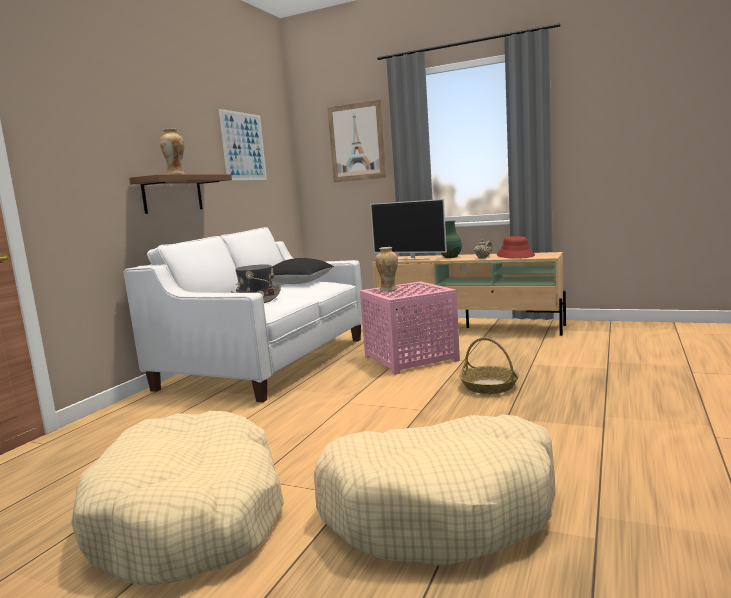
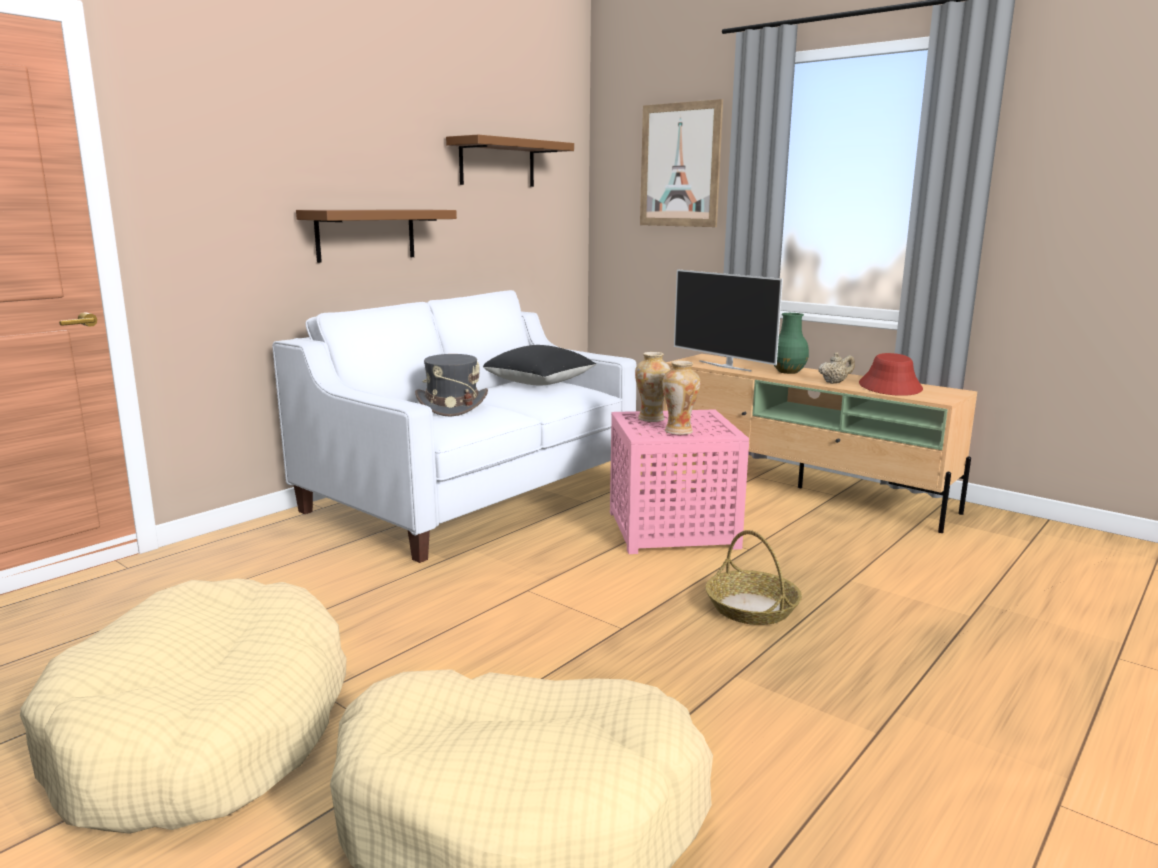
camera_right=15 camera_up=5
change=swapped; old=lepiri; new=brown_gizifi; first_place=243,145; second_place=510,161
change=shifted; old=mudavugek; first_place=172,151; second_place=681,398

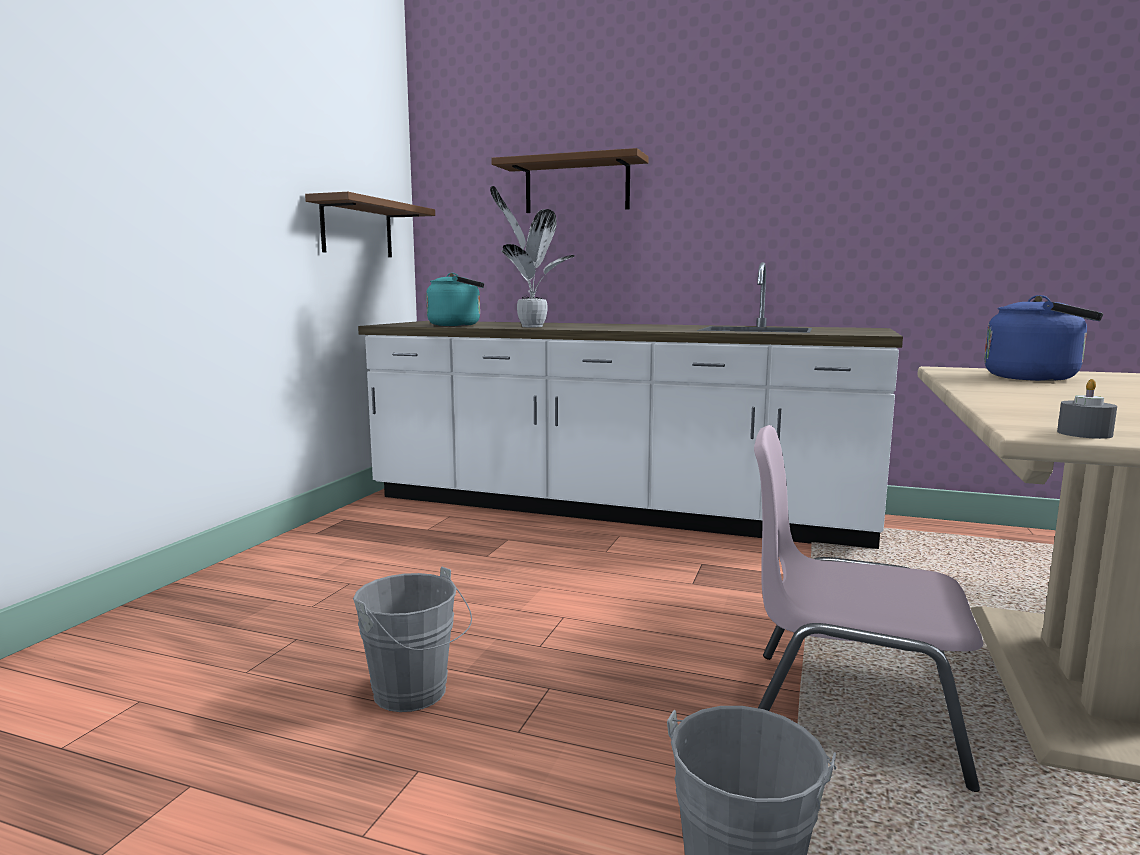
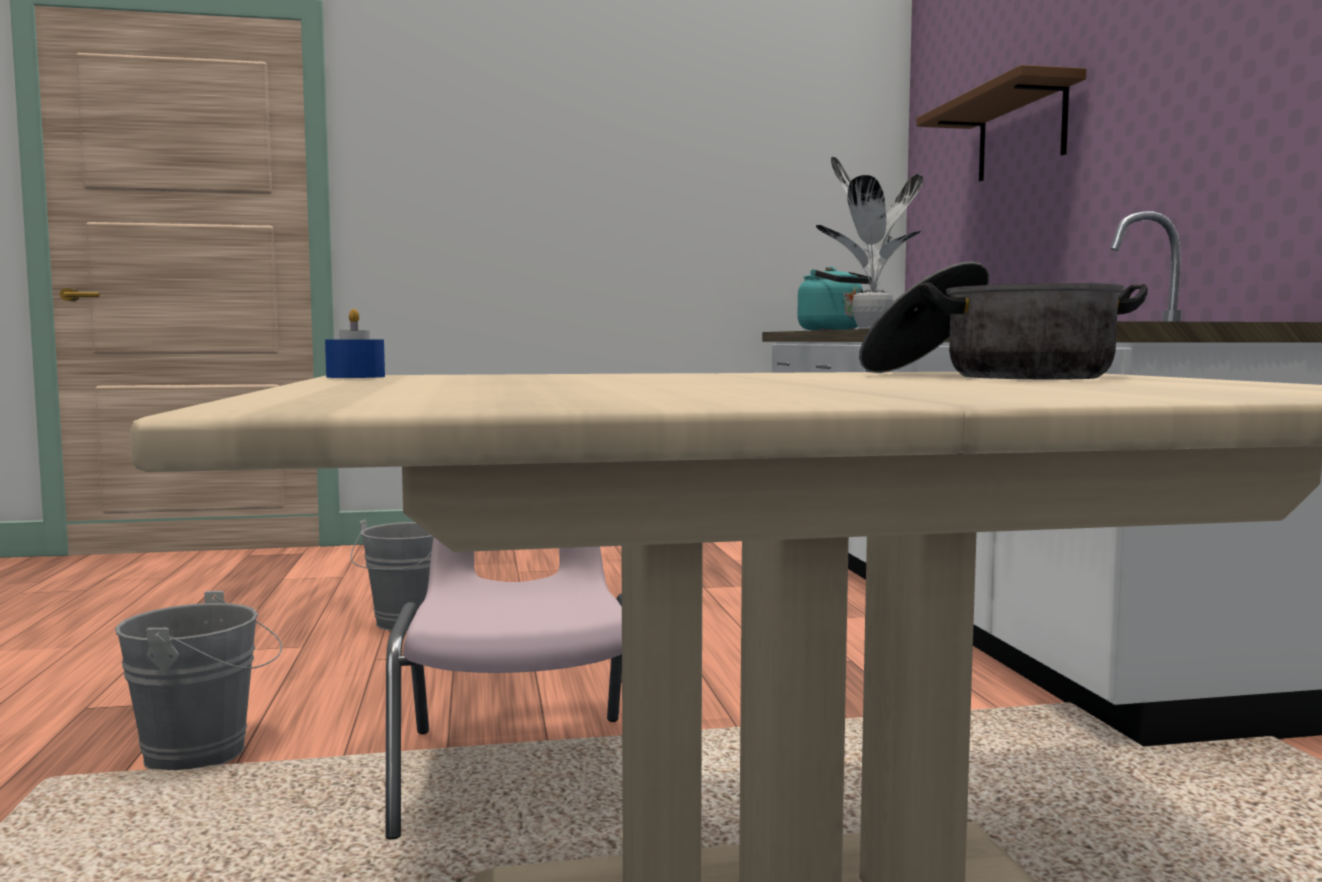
camera_right=60 camera_up=-5
change=repainted; old=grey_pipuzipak; new=blue_pipuzipak; first_place=1087,409; second_place=355,343
change=swapped; old=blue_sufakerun; new=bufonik; first_place=1043,338; second_place=1003,320
change=gone; old=brown_gizifi; first_place=370,224

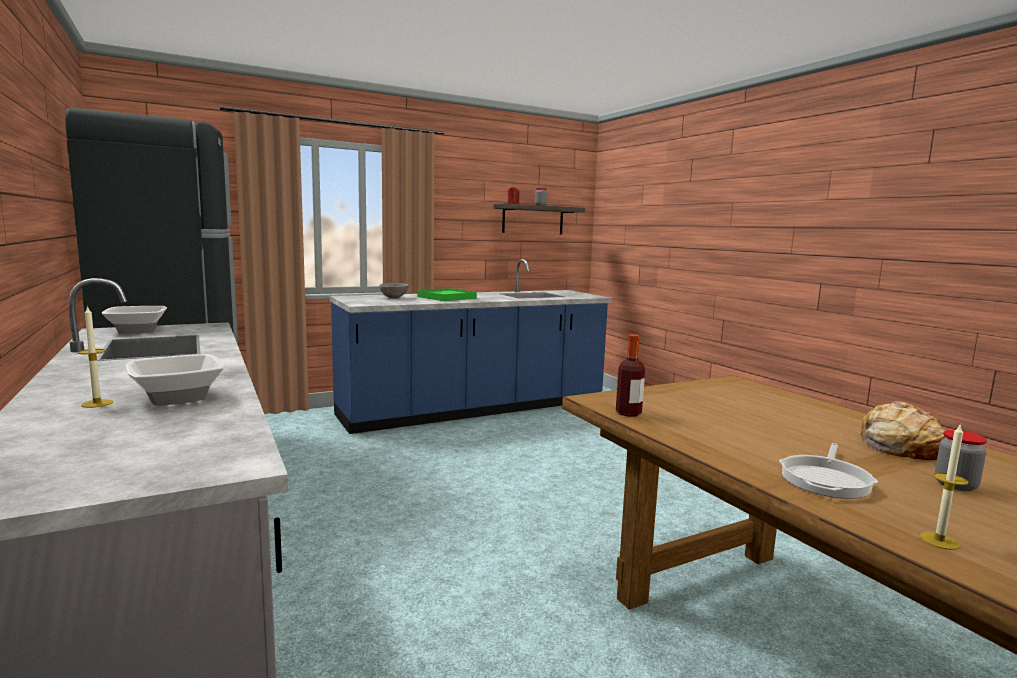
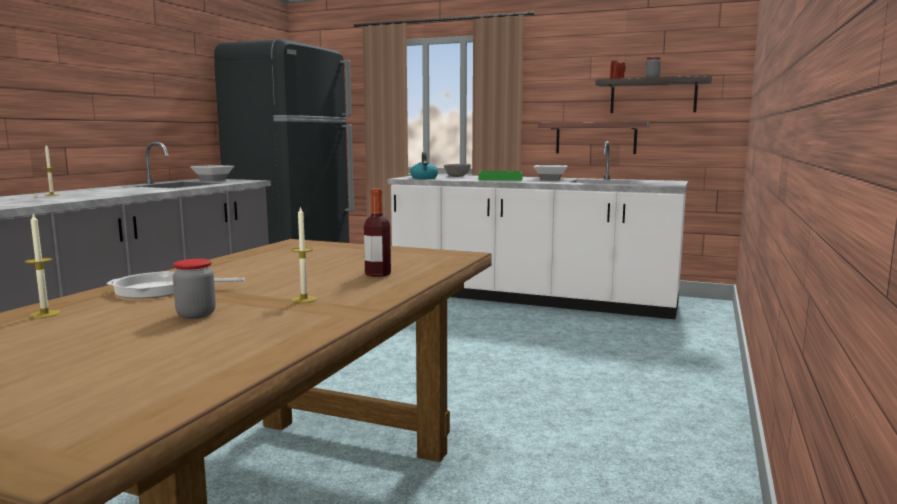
camera_right=50 camera_up=0
change=swapped; old=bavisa; new=pipuzipak; first_place=902,430; second_place=304,254
change=shifted; old=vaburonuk; first_place=630,375; second_place=377,232
change=repainted; old=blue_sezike; new=white_sezike; first_place=471,346; second_place=538,230
change=new; new=sufakerun; second_place=424,165
change=shifted; old=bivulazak; first_place=174,380; second_place=550,172
change=new; new=gizifi; second_place=594,138

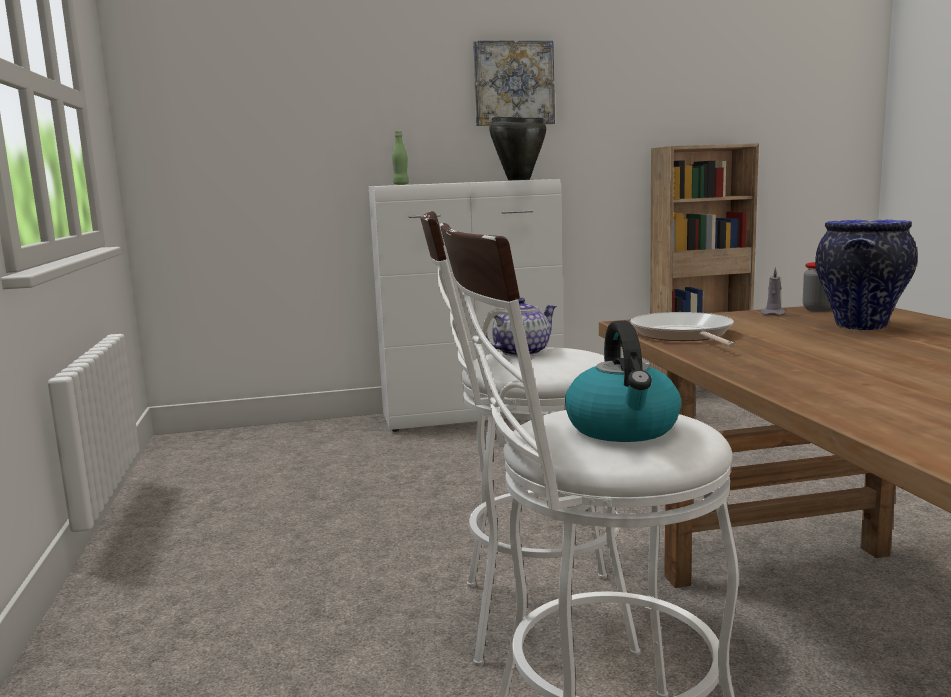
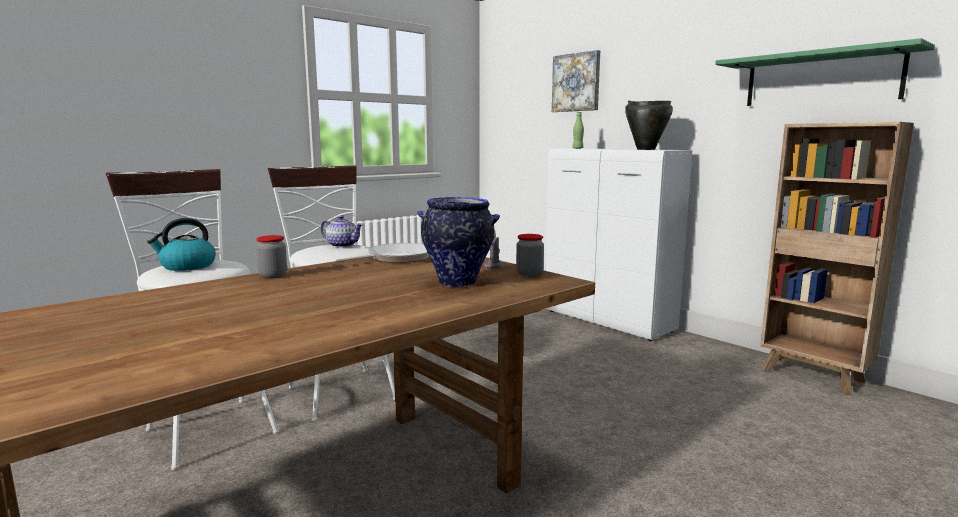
camera_right=60 camera_up=0
change=new; new=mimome; second_place=271,257
change=shifted; old=lepiri; first_place=514,83; second_place=576,81
change=new; new=green_gizifi; second_place=825,72

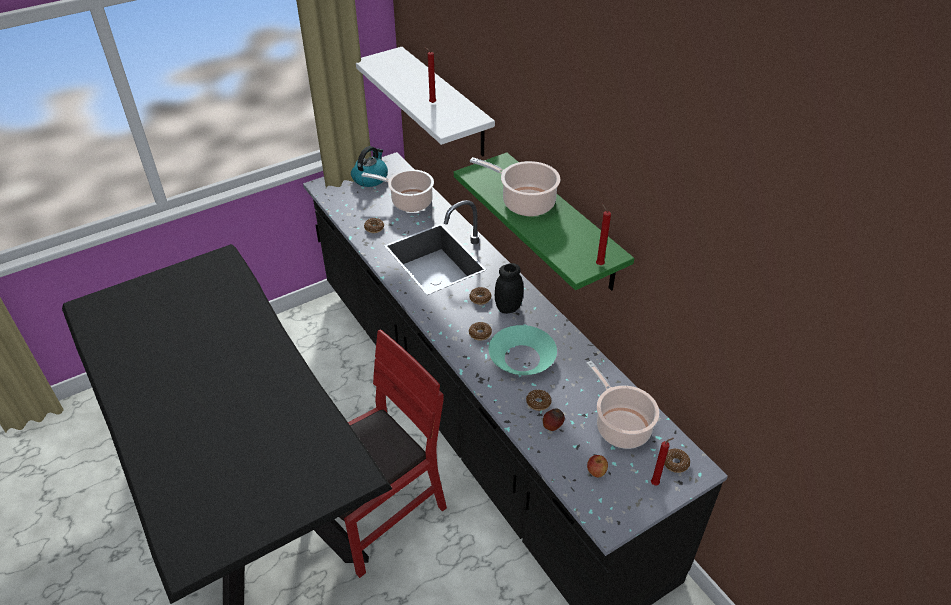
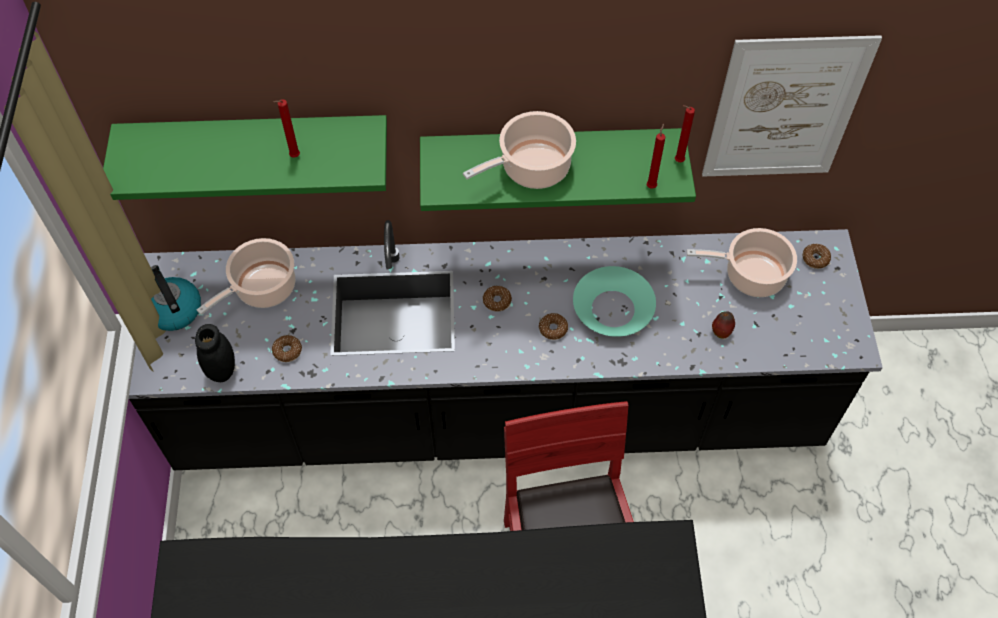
camera_right=-60 camera_up=15
change=repainted; old=white_gizifi; new=green_gizifi; first_place=425,101; second_place=245,157
change=shifted; old=black_mimome; first_place=509,288; second_place=215,353
change=shifted; old=red_pipuzipak; first_place=662,461; second_place=656,156
change=new; new=lepiri; second_place=792,106
change=gone; old=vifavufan; first_place=539,400
change=gone; old=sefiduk; first_place=597,466

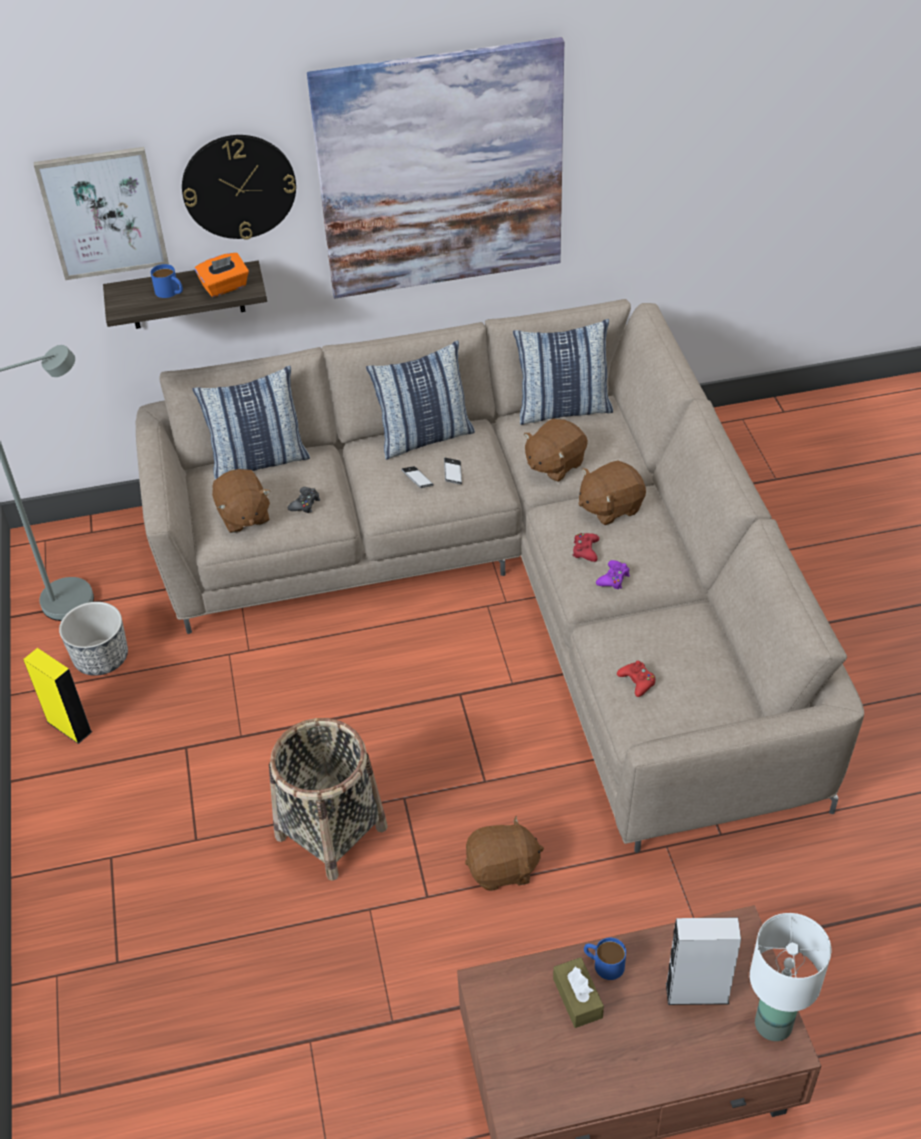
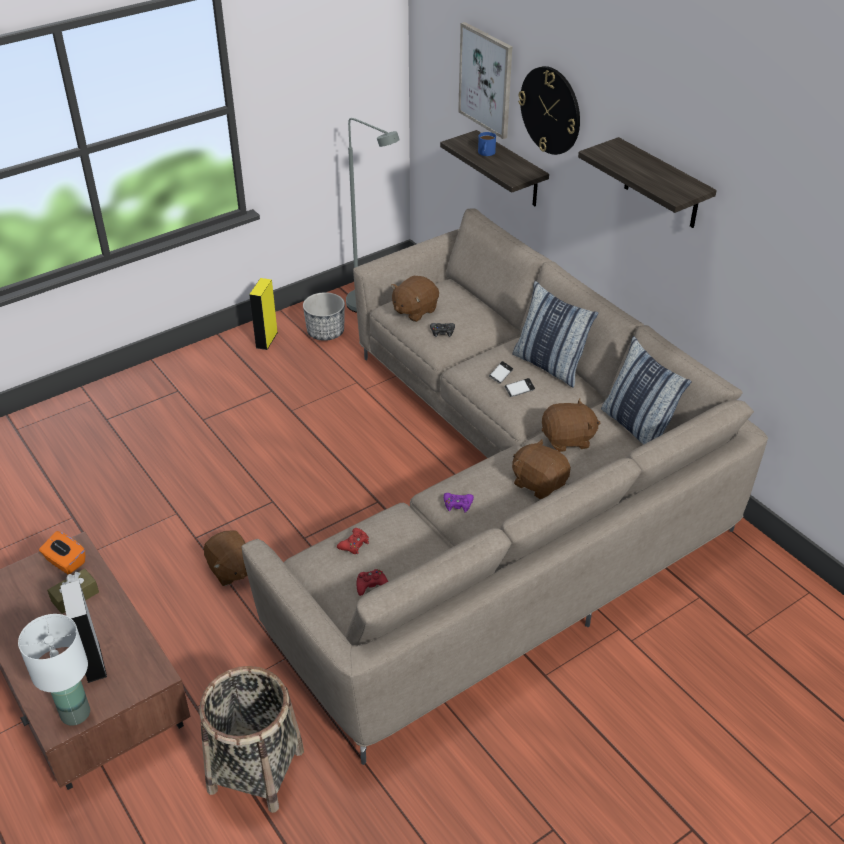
camera_right=65 camera_up=-5
change=shifted; old=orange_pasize; first_place=222,275; second_place=62,552
change=shifted; old=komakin; first_place=328,799; second_place=251,739
change=shifted; old=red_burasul; first_place=585,547; second_place=372,582
change=rotated; old=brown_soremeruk; first_place=556,450; second_place=571,425; degrees=150
change=swapped; old=lepiri; new=gizifi; first_place=435,167; second_place=647,182
change=gone; old=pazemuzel; first_place=251,423
change=gone; old=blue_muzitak; first_place=605,959

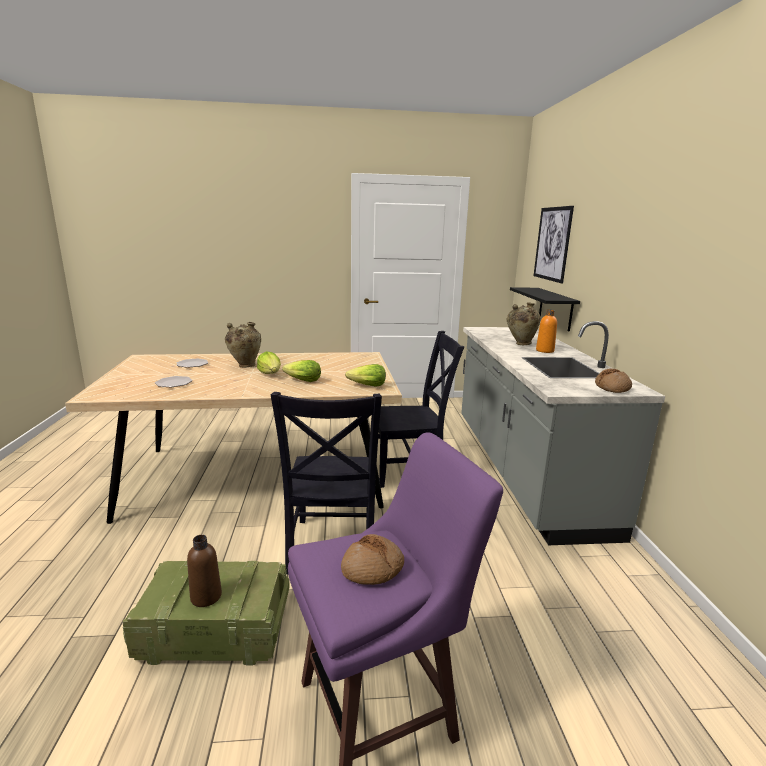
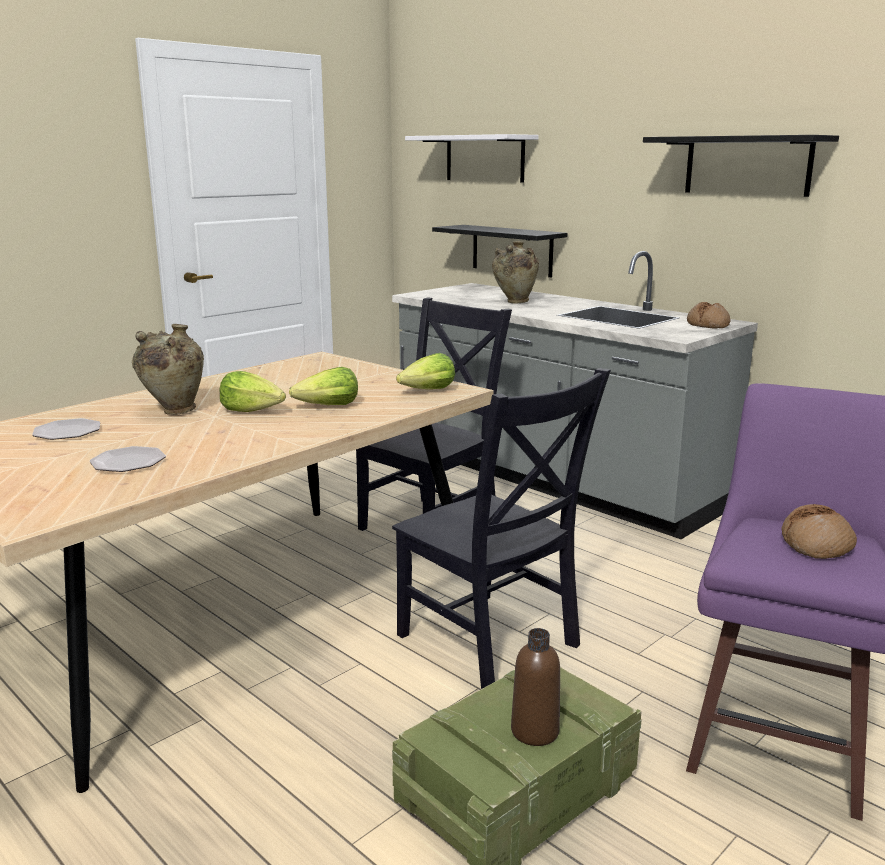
camera_right=-40 camera_up=0
change=swapped; old=lepiri; new=white_gizifi; first_place=554,245; second_place=472,158
change=new; new=black_gizifi; second_place=741,166
change=gone; old=orange_vaburonuk; first_place=546,331

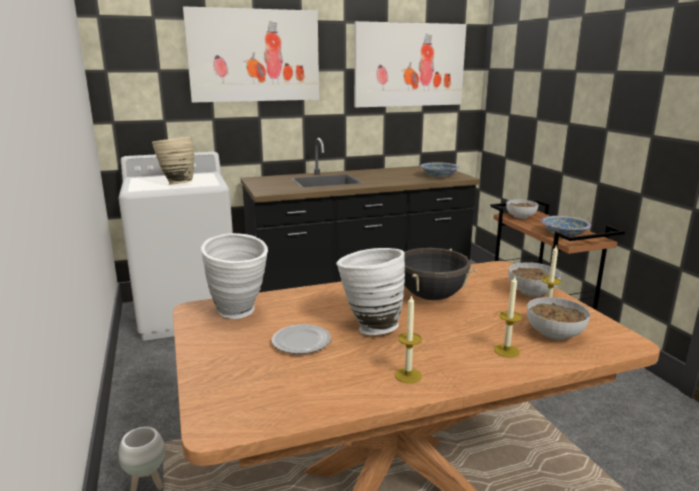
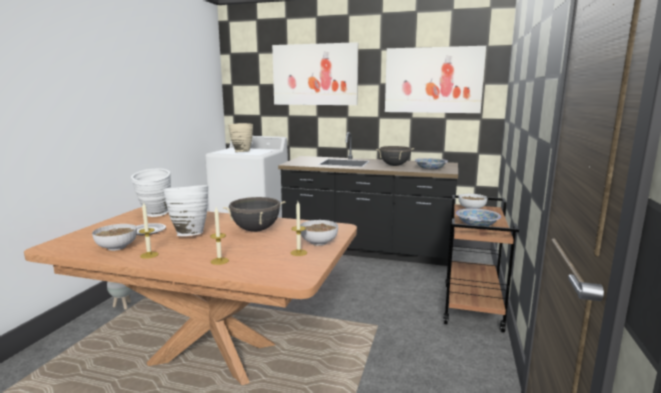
camera_right=35 camera_up=-5
change=shifted; old=bivulazak; first_place=558,318; second_place=114,237
change=new; new=black_bufonik; second_place=395,156

